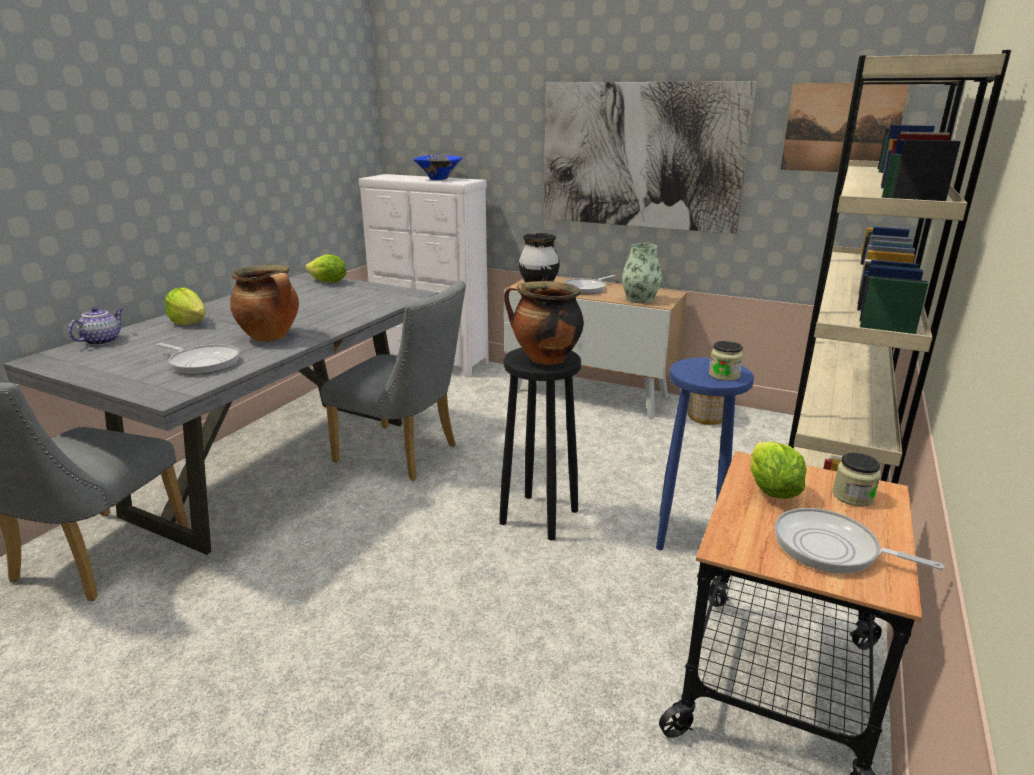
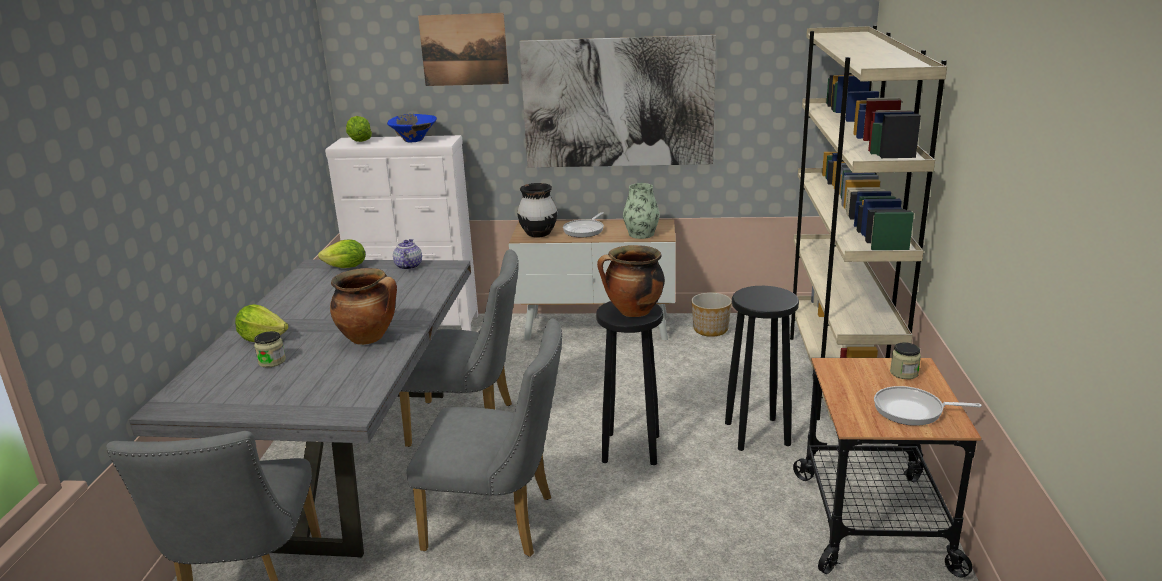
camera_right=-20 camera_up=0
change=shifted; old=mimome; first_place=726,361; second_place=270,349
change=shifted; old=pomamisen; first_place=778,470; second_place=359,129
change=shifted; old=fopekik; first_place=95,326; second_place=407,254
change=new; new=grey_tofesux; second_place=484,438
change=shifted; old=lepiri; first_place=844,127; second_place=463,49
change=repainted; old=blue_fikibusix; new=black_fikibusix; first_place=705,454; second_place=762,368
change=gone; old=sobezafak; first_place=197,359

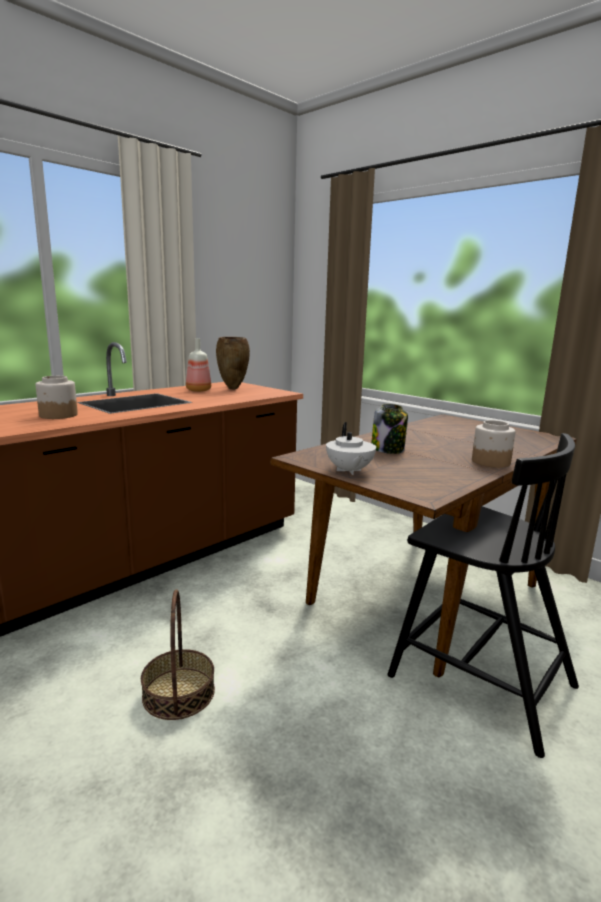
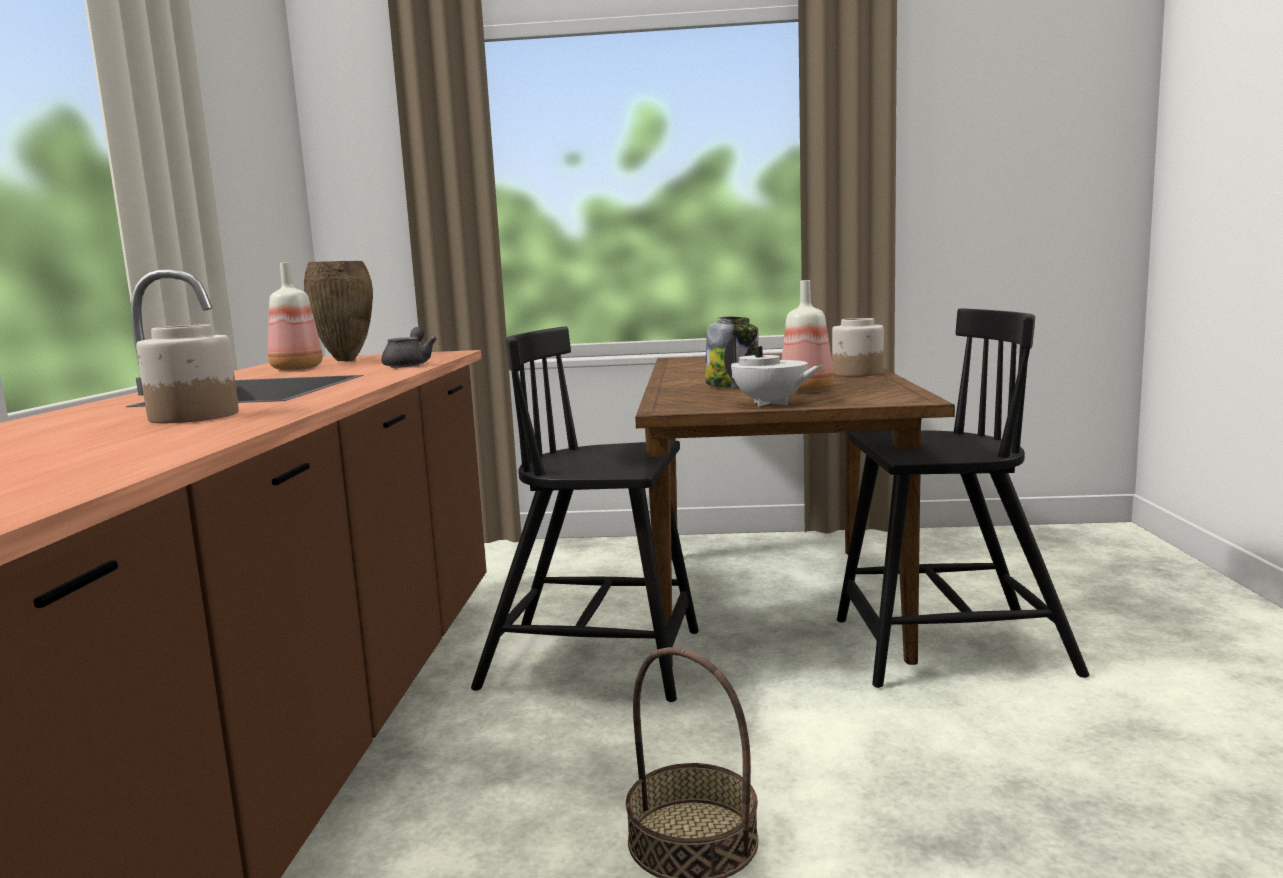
camera_right=-40 camera_up=-5
change=new; new=grey_fopekik; second_place=409,347
change=new; new=black_tofesux; second_place=585,514
change=new; new=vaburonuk; second_place=808,336

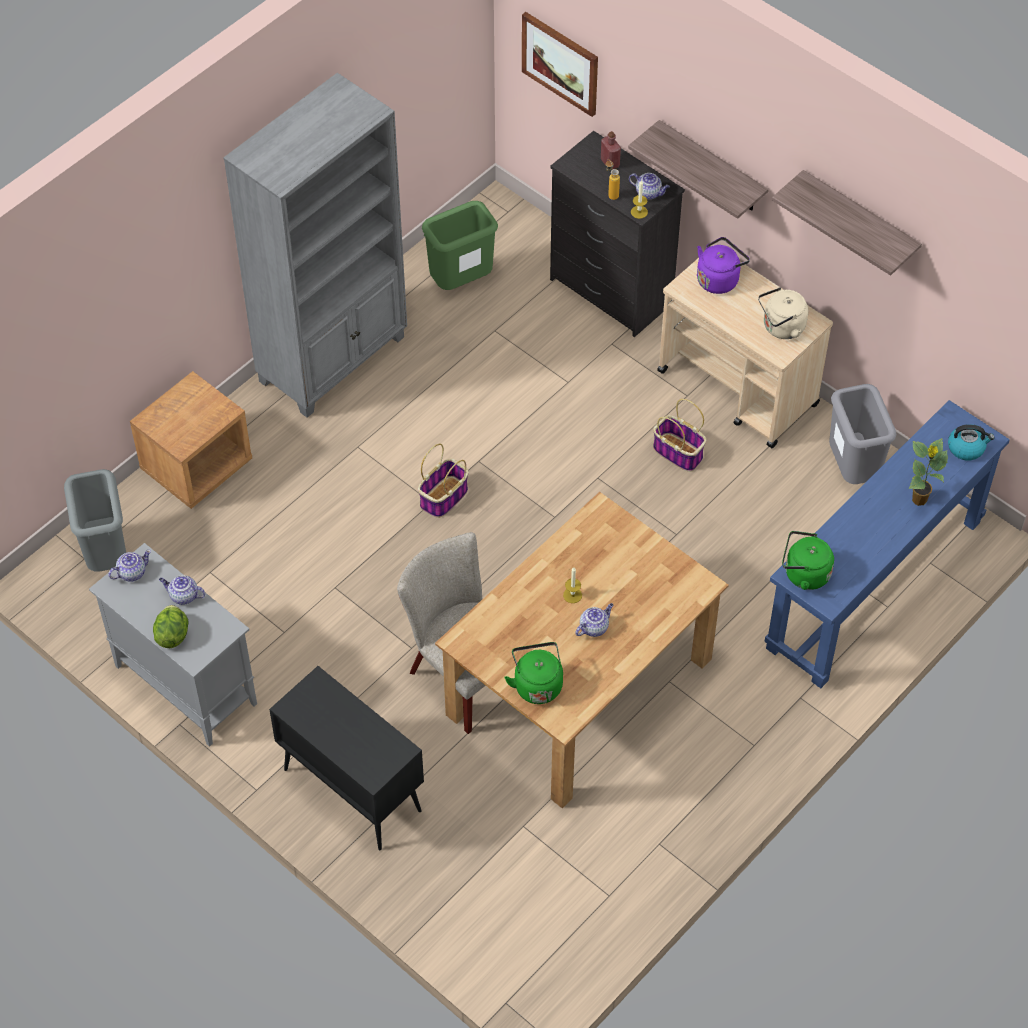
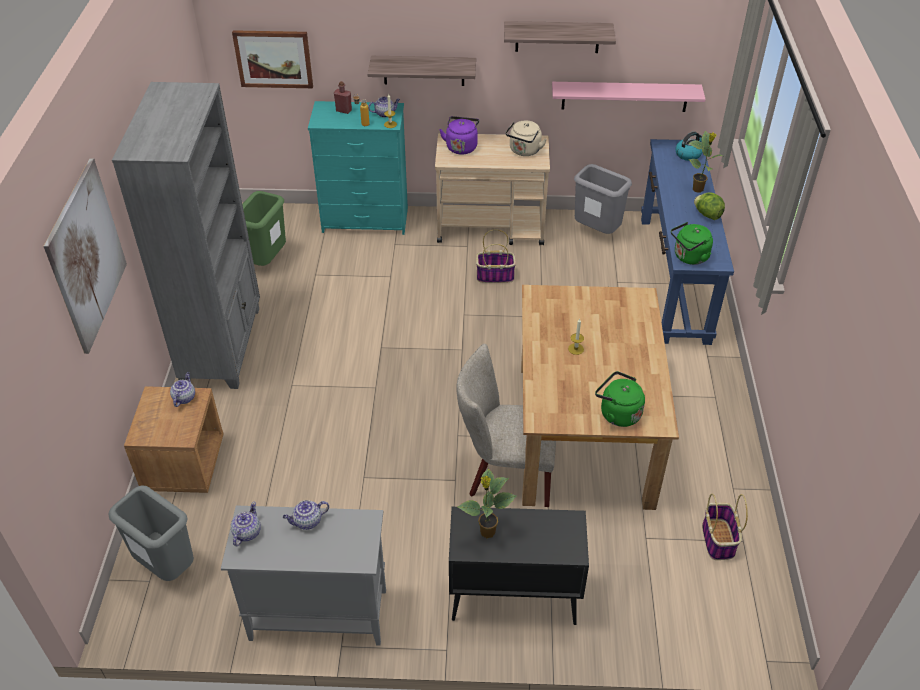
camera_right=-40 camera_up=-10
change=new; new=lepiri; second_place=85,256
change=shifted; old=fopekik; first_place=594,620; second_place=182,389
change=repainted; old=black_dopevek; new=turquoise_dopevek; first_place=617,234; second_place=358,168
change=new; new=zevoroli; second_place=487,503
change=new; new=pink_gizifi; second_place=629,97
change=shifted; old=pomamisen; first_place=171,626; second_place=709,206
change=shifted; old=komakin; first_place=443,481; second_place=725,526

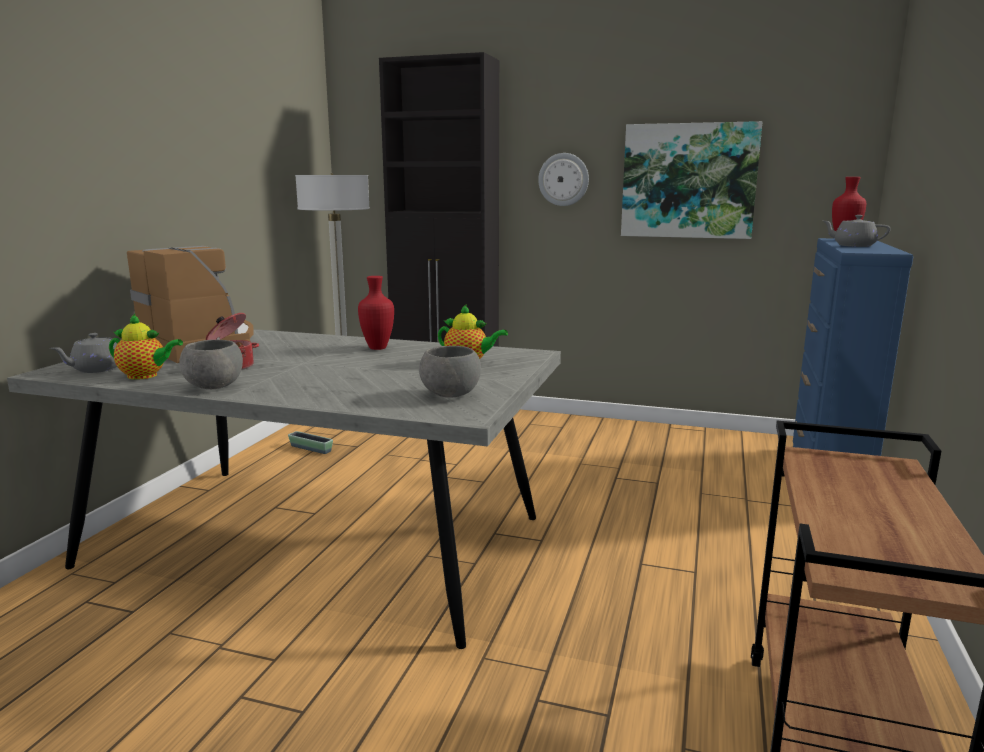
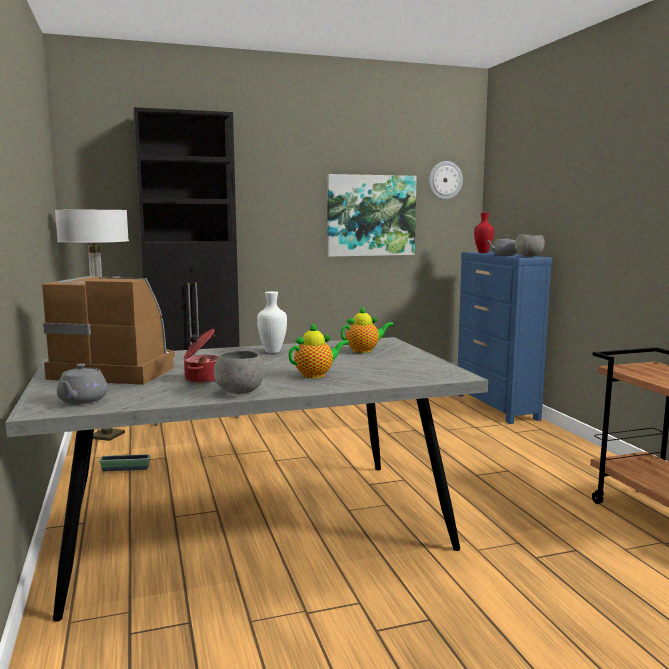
camera_right=-35 camera_up=-5
change=repainted; old=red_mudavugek; new=white_mudavugek; first_place=376,313; second_place=272,322
change=shifted; old=fopekik; first_place=146,347; second_place=318,350
change=shifted; old=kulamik; first_place=563,179; second_place=446,180
change=shifted; old=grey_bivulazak; first_place=450,372; second_place=530,245

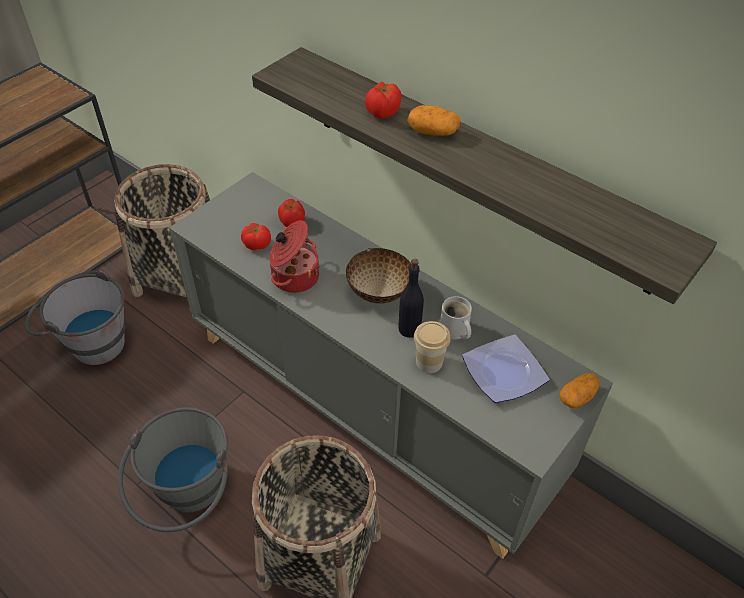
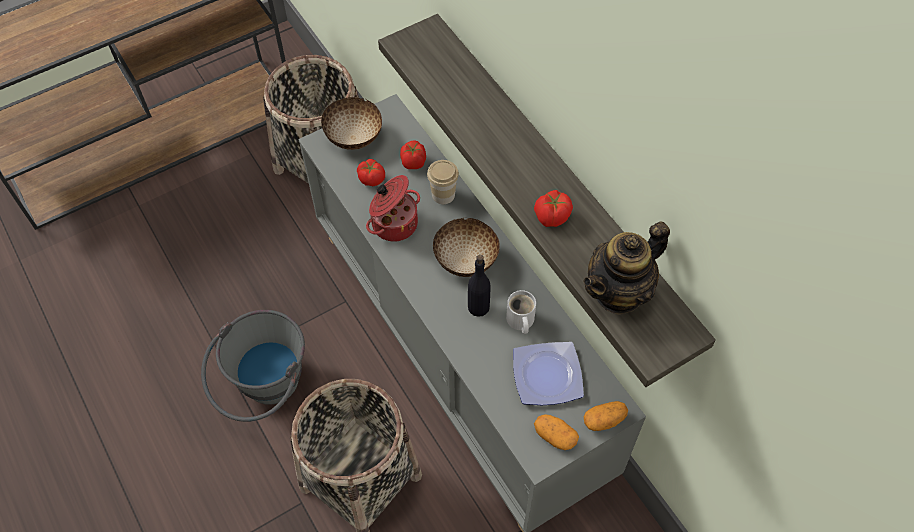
camera_right=20 camera_up=10
change=new; new=bivulazak; second_place=351,123
change=shifted; old=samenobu; first_place=432,347; second_place=443,182
change=shifted; old=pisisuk; first_place=383,100; second_place=553,208
change=shifted; old=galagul; first_place=433,120; second_place=556,432
change=new; new=fopekik; second_place=626,268
change=gone; old=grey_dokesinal; first_place=75,317

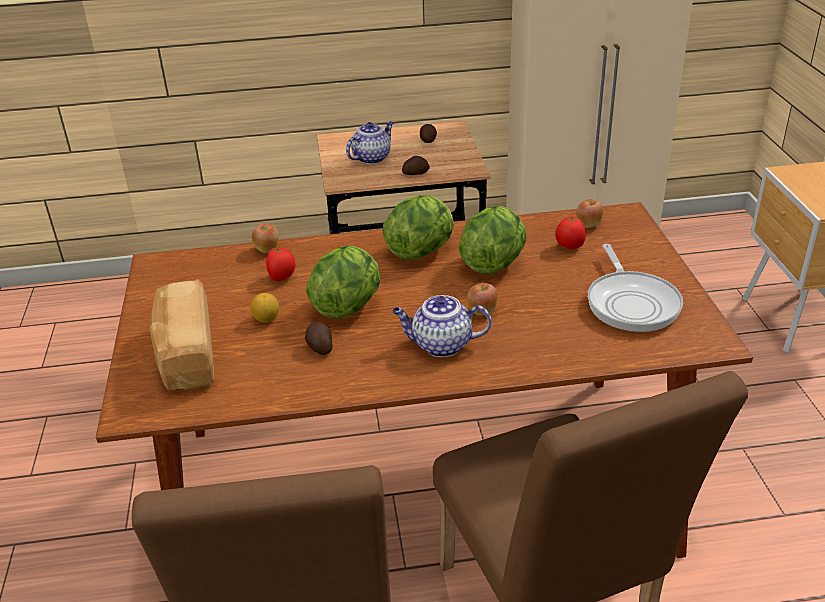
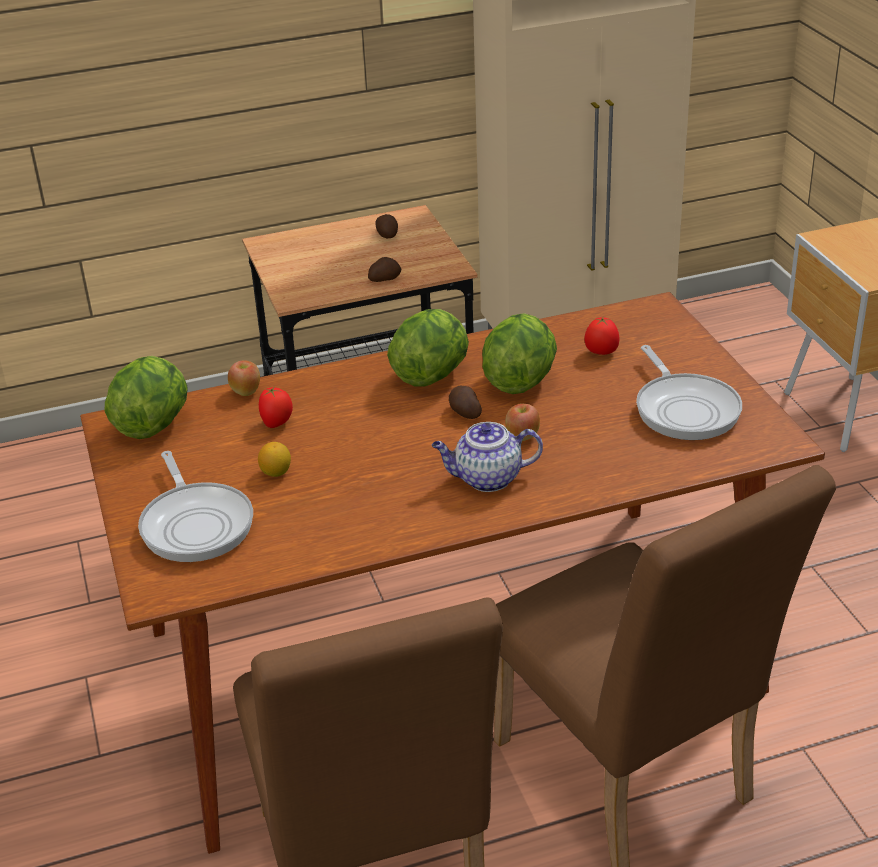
camera_right=-10 camera_up=0
change=shifted; old=pomamisen; first_place=343,282; second_place=146,397
change=swapped; old=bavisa; new=sobezafak; first_place=182,334; second_place=195,506
change=shifted; old=galagul; first_place=318,338; second_place=465,402
change=gone; old=fopekik; first_place=370,142
change=gone; old=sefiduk; first_place=590,213

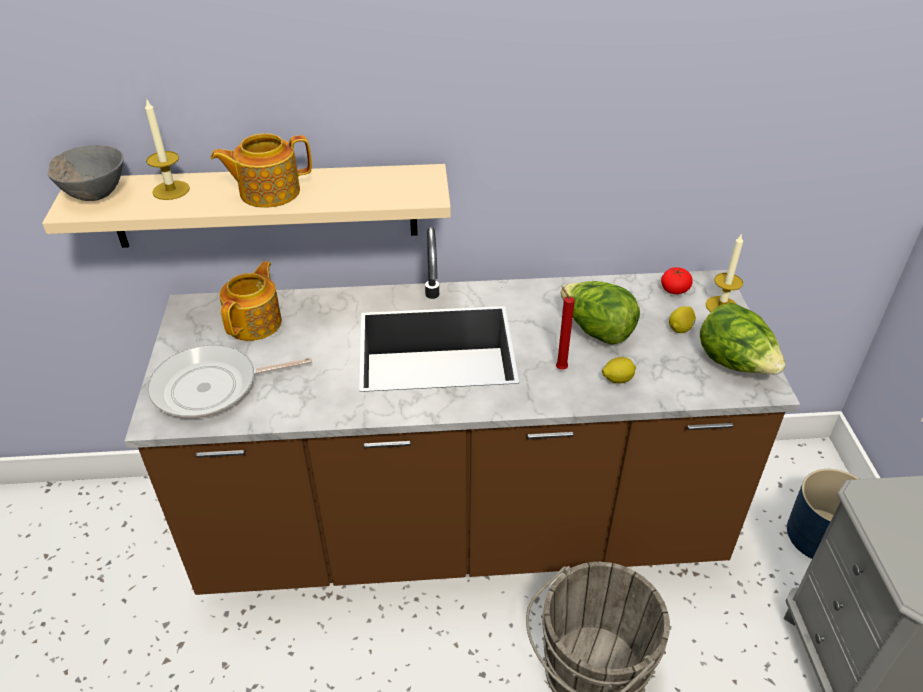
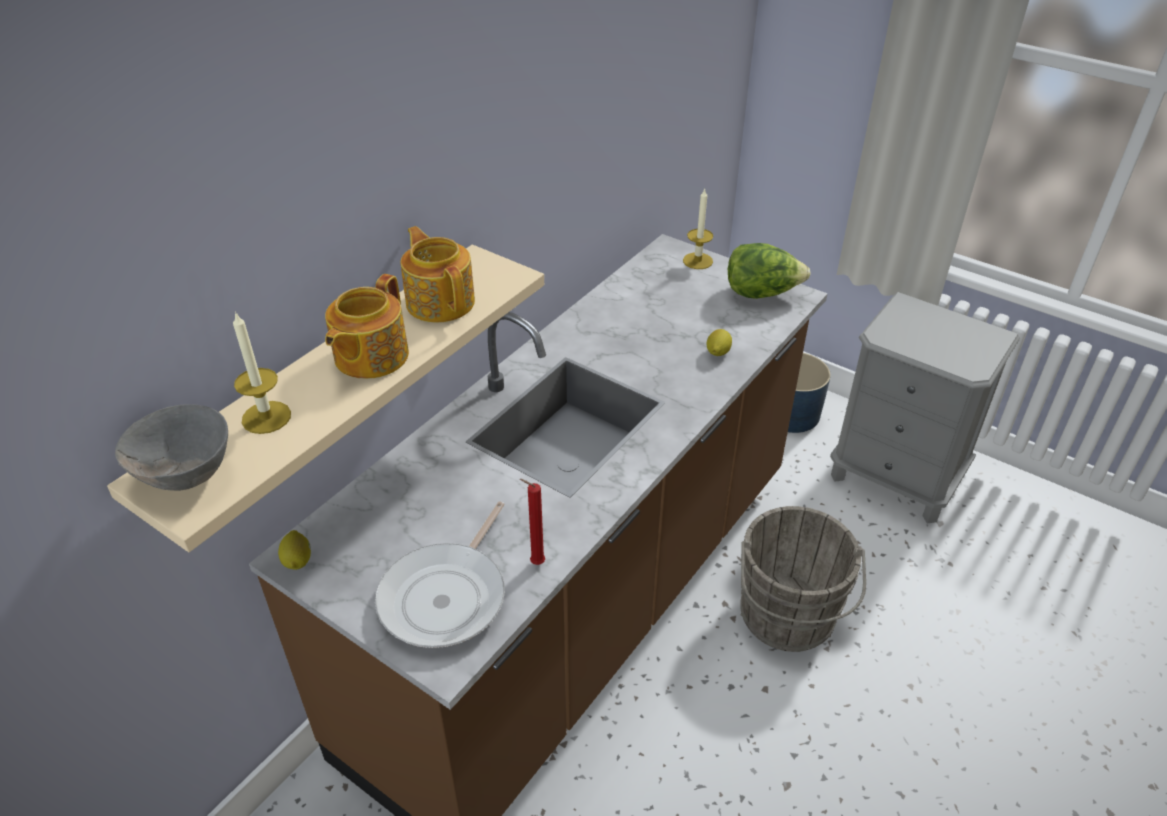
camera_right=-50 camera_up=0
change=shifted; old=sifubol; first_place=682,319; second_place=294,550
change=shifted; old=fopekik; first_place=250,301; second_place=438,274
change=shifted; old=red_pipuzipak; first_place=565,328; second_place=532,522
change=gone; old=pomamisen; first_place=600,313
change=gone; old=pisisuk; first_place=677,280

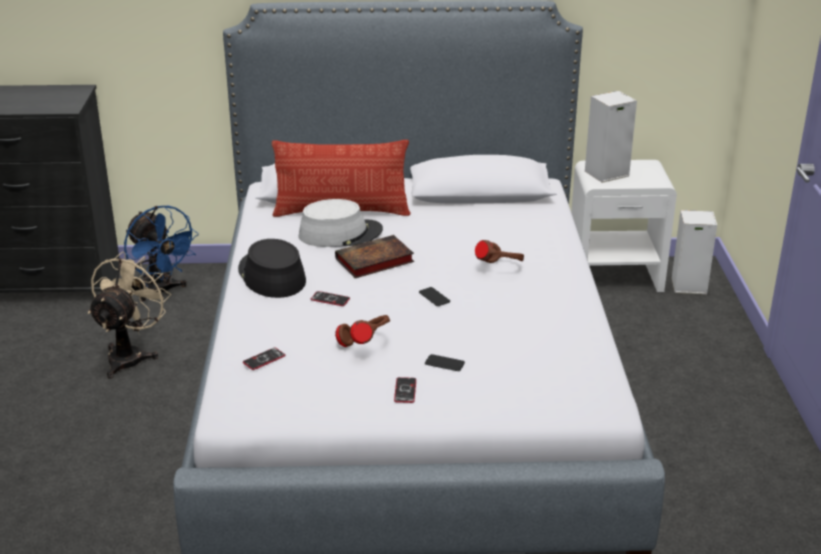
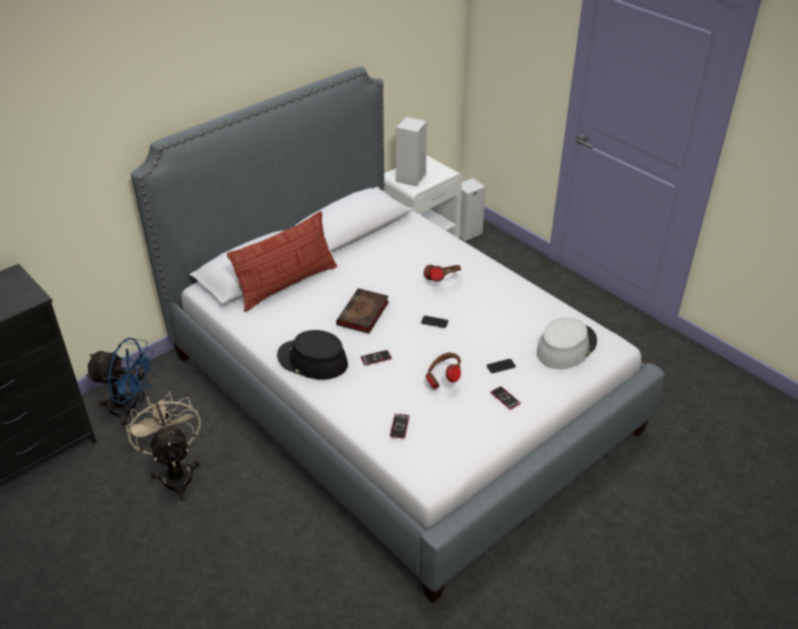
camera_right=-40 camera_up=10
change=shifted; old=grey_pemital; first_place=341,223; second_place=567,343

